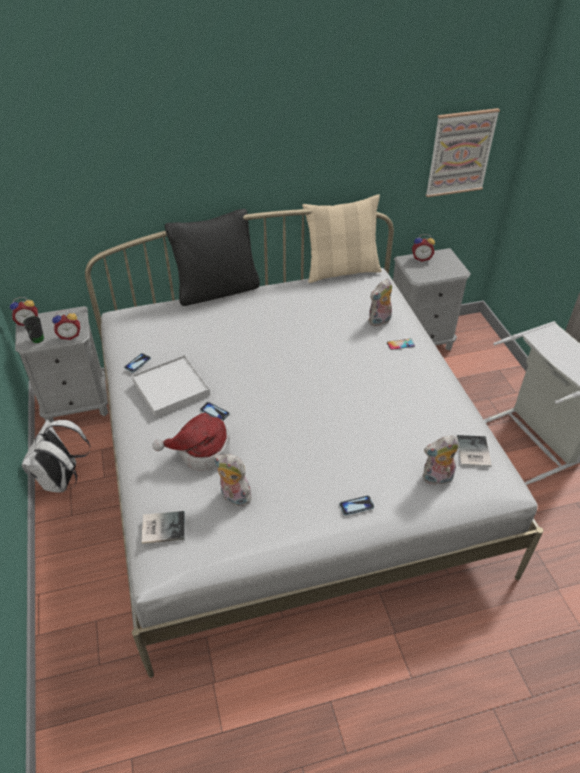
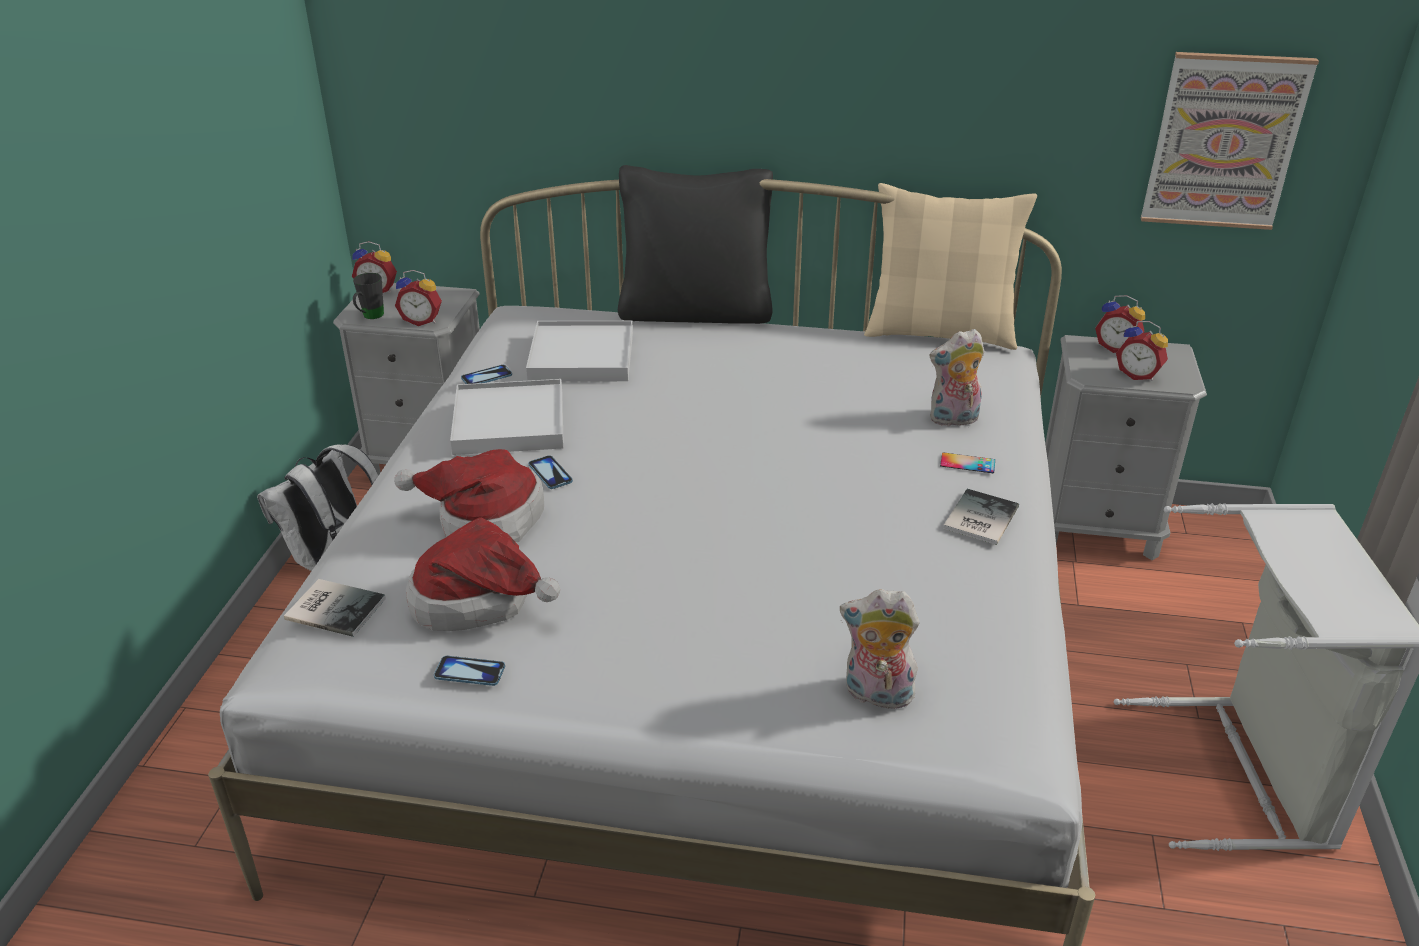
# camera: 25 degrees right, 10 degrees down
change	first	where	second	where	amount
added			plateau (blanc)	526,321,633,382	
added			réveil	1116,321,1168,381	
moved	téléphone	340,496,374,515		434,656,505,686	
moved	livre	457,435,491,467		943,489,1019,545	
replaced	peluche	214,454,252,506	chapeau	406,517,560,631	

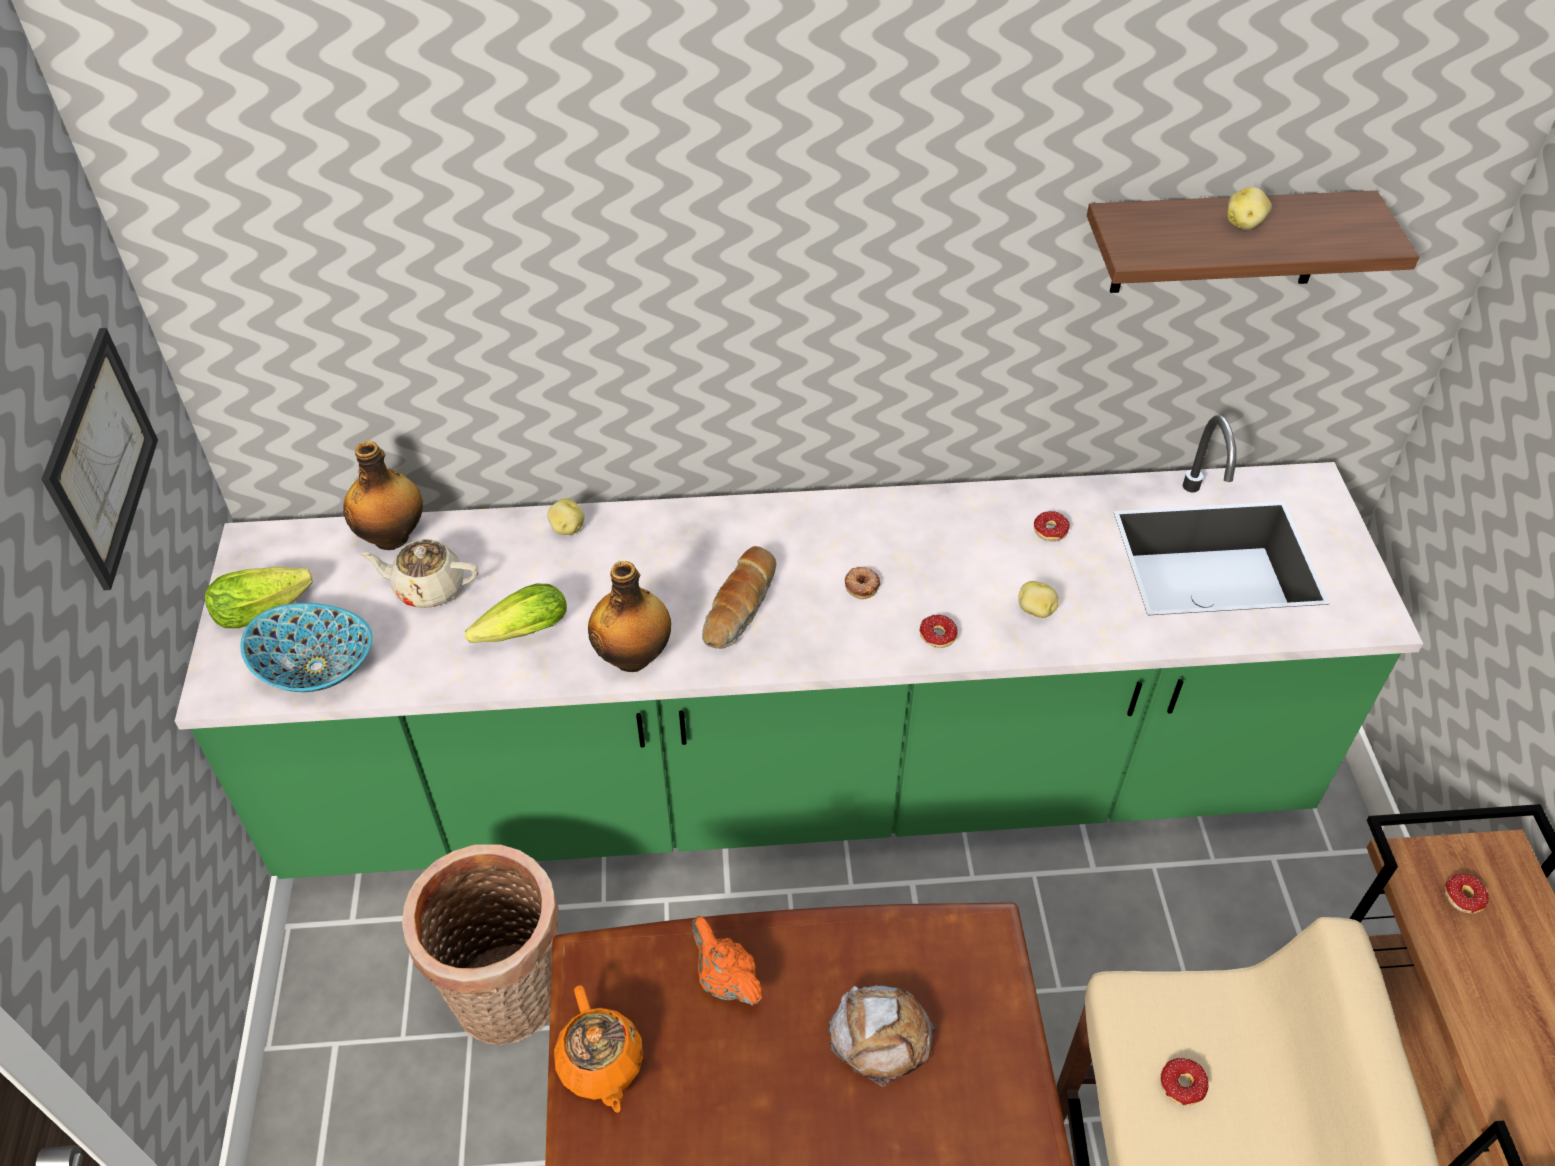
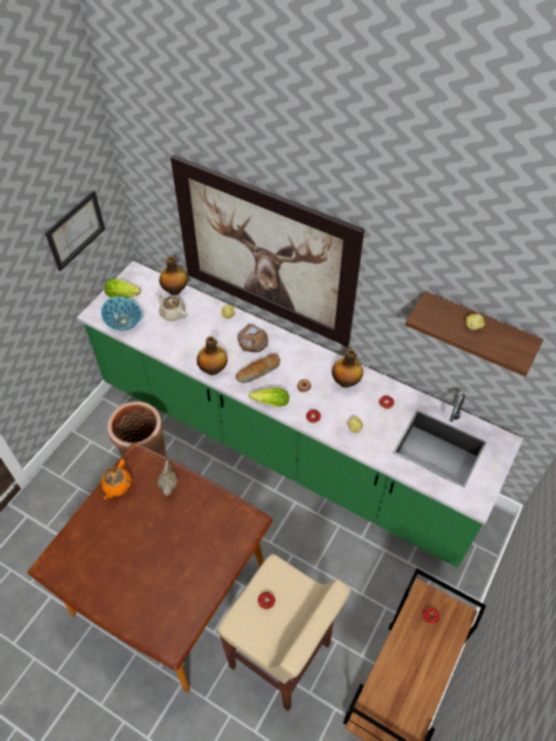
# camera: 35 degrees right, 5 degrees up
change	first	where	second	where	amount
added			tableau	171,155,364,347	
added			bouteille	332,349,363,388	
moved	laitue	465,583,567,643		249,388,289,407	
moved	pain	828,985,936,1087		237,324,268,352	
recoloured	théière (orange)	692,916,762,1006	théière (beige)	157,460,177,496	

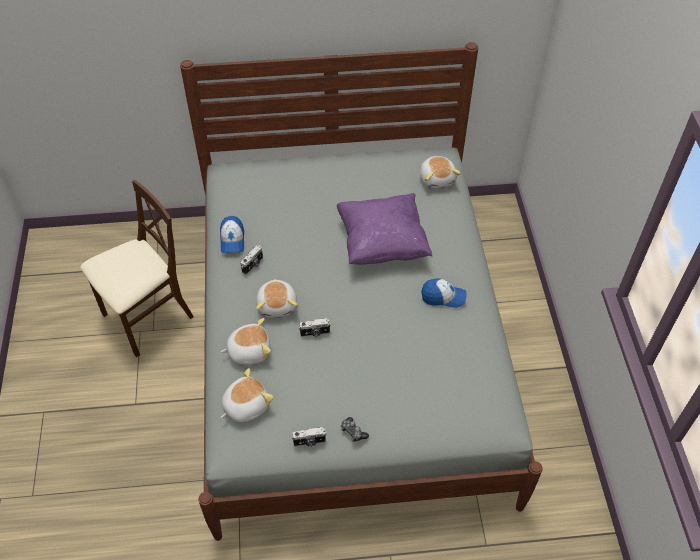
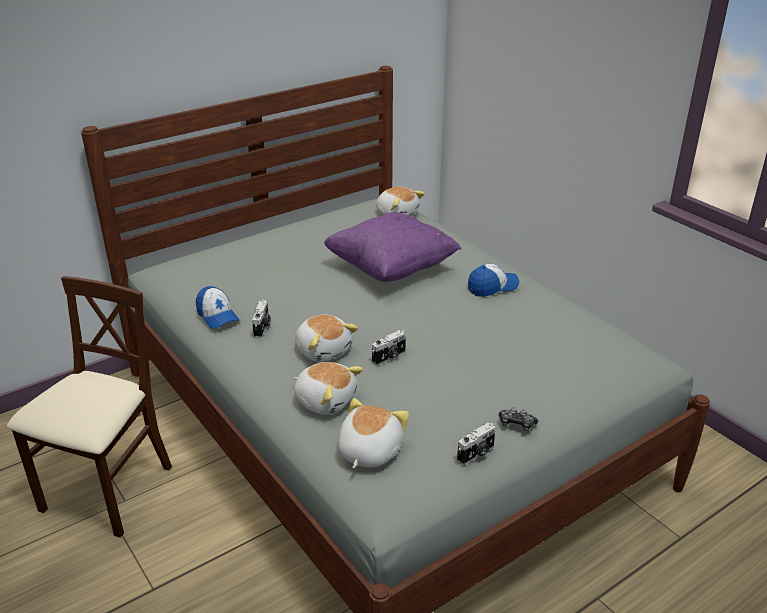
# camera: 30 degrees left, 20 degrees down
change	first	where	second	where	amount
turned	peluche	221,318,271,365		294,362,363,415	75 degrees clockwise

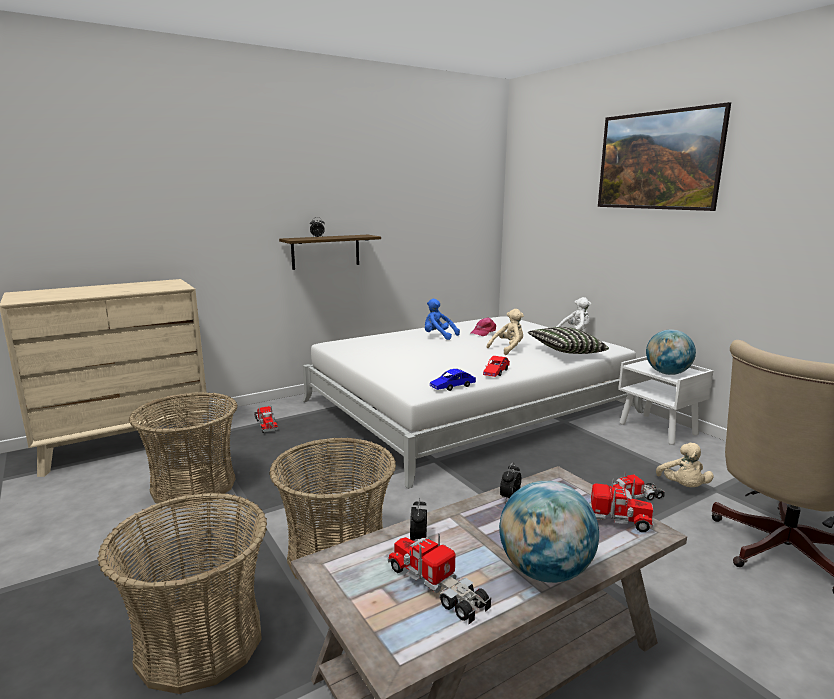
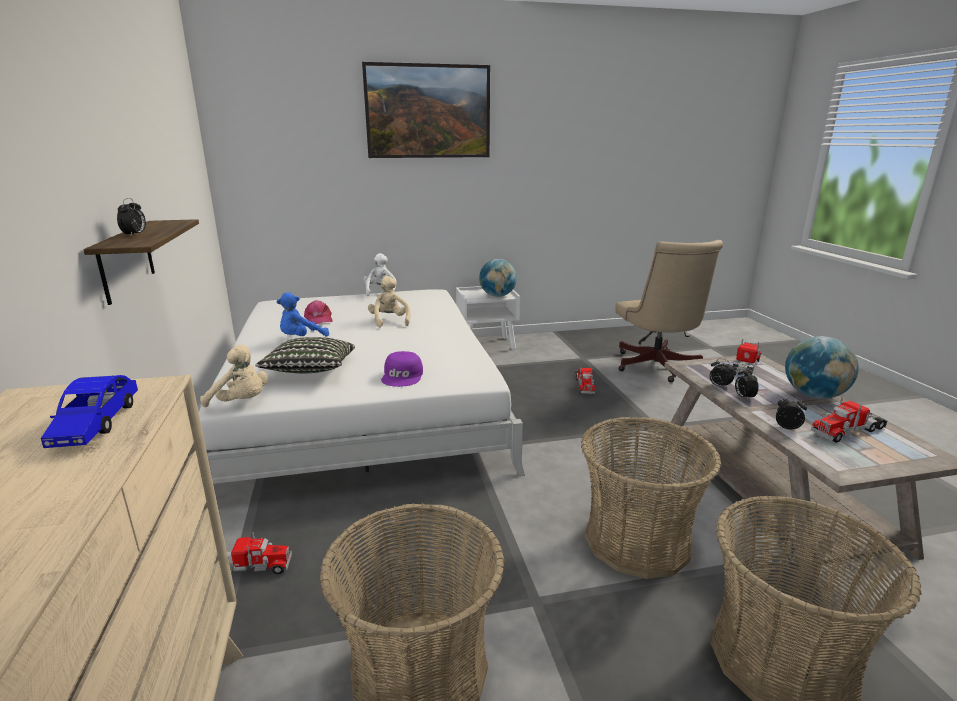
# camera: 70 degrees left, 5 degrees up
change	first	where	second	where	amount
removed	petite voiture (rouge)	483,356,510,377			
added			casquette (violet)	381,351,423,387	
added			réveil	735,368,759,399	
moved	petite voiture (bleu)	430,369,476,391		41,375,138,448	
moved	coussin	528,327,609,354		255,337,355,373	
moved	peluche (beige)	656,443,714,487		200,345,268,407	

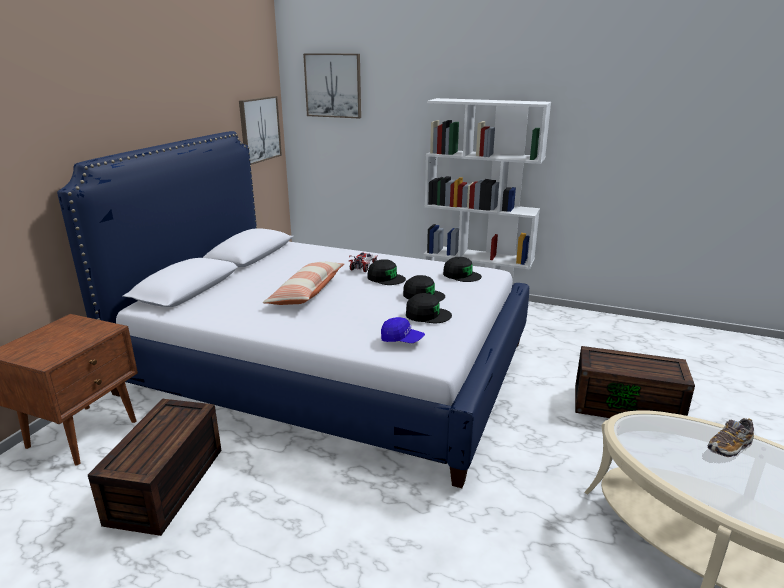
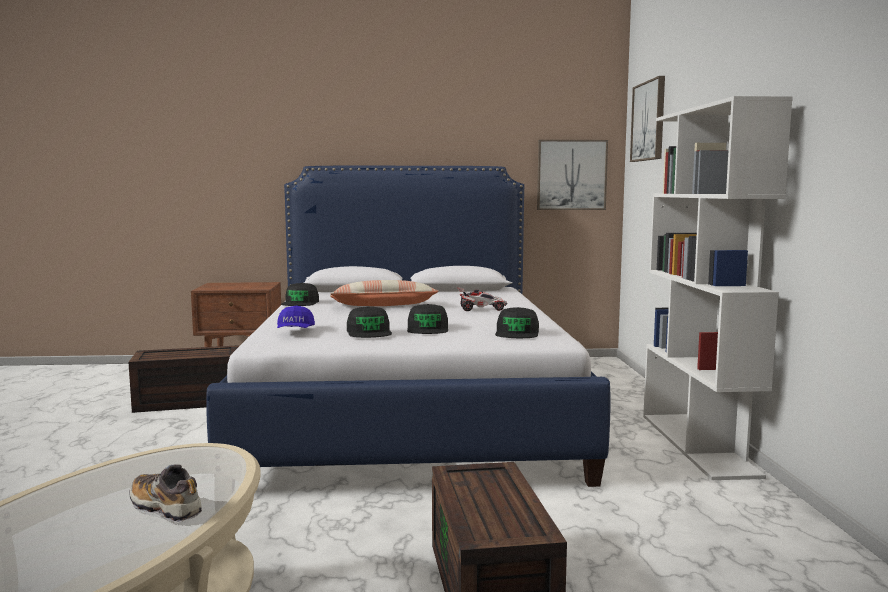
# camera: 65 degrees right, 15 degrees down
change	first	where	second	where	amount
moved	casquette (noir)	367,259,406,285		281,283,319,306	

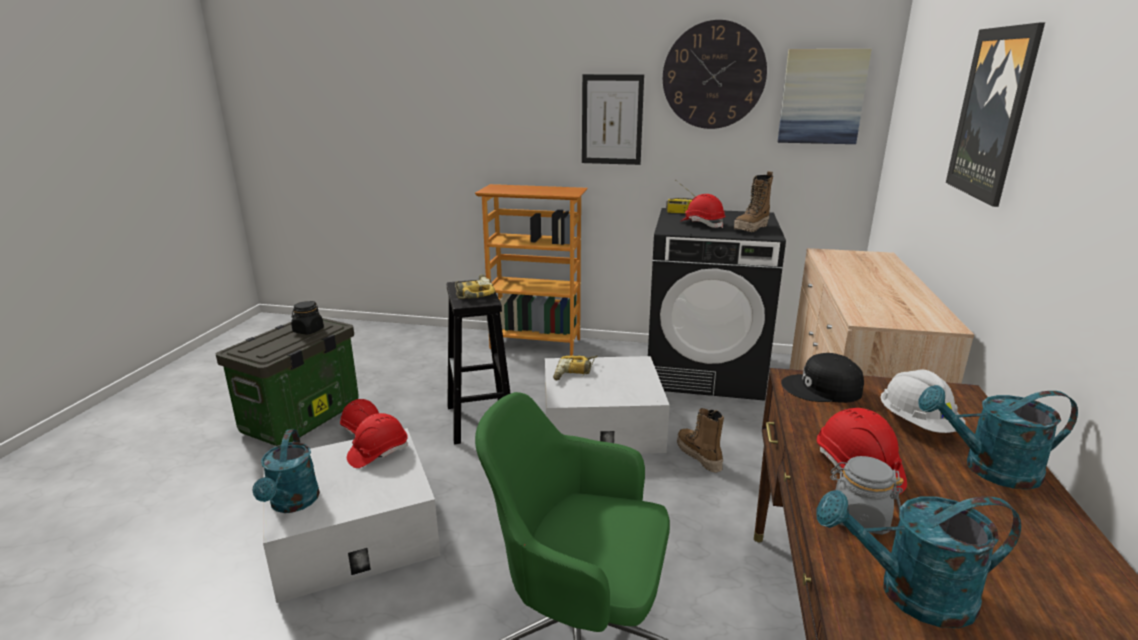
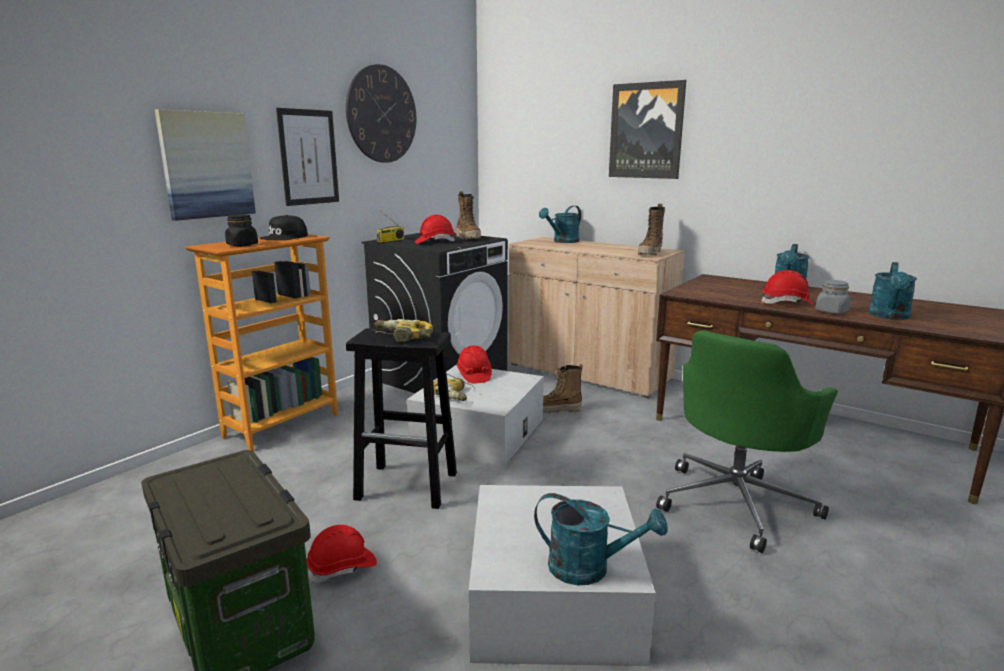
# camera: 65 degrees left, 5 degrees down
change	first	where	second	where	amount
removed	casque de chantier (blanc)	880,369,966,433			
added			arrosoir (turquoise)	539,206,581,243	
added			botte	638,204,665,256	
moved	bocal (noir)	291,301,324,335		225,214,258,246	
moved	casque de chantier (rouge)	347,413,408,468		456,346,492,383	
moved	tableau	778,49,872,144		155,109,256,221	
moved	casquette (noir)	781,353,864,403		259,215,308,240	

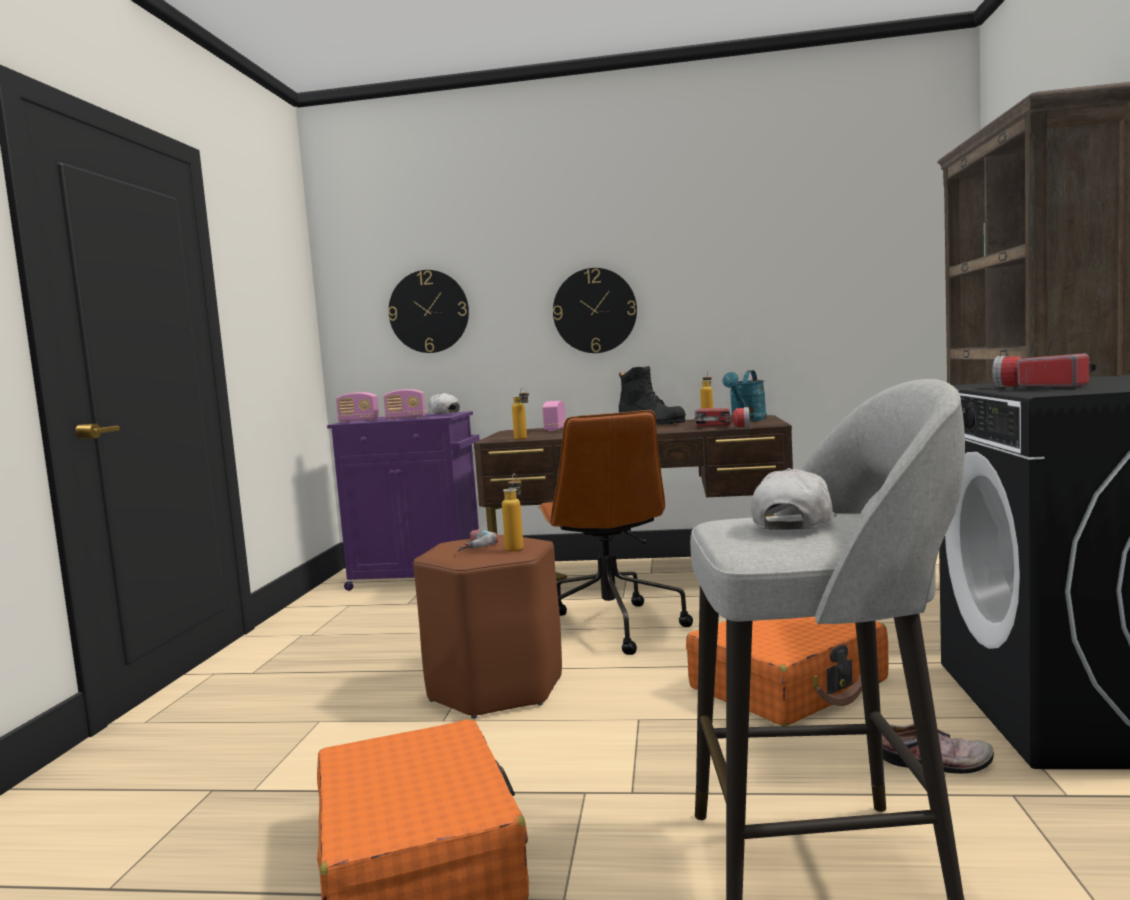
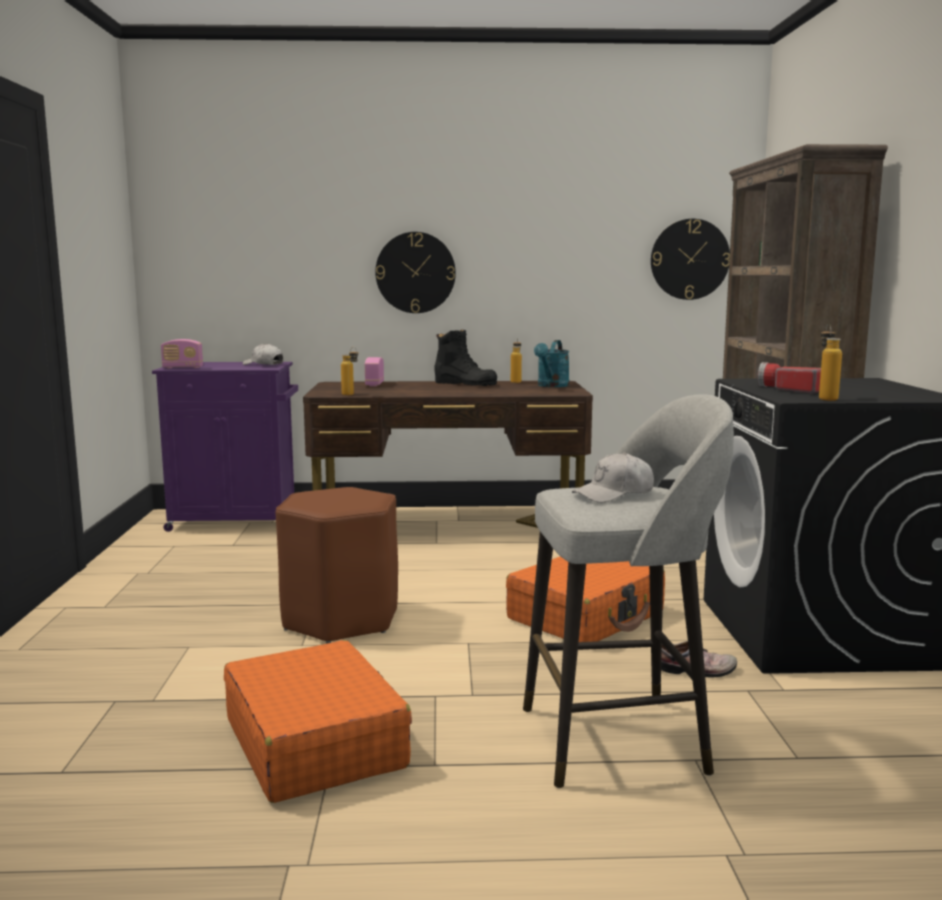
# camera: 10 degrees left, 5 degrees up
change	first	where	second	where	amount
removed	radio	383,389,426,420			
removed	perceuse	457,529,498,552			
removed	chaise de bureau (marron)	538,410,693,655			
removed	lampe de poche	694,407,750,428			
moved	horloge murale	388,270,469,353		651,219,730,300	
moved	bouteille	502,473,524,552		819,324,842,401	
turned	casquette (blanc)	751,468,837,529		572,452,654,503	135 degrees counterclockwise

